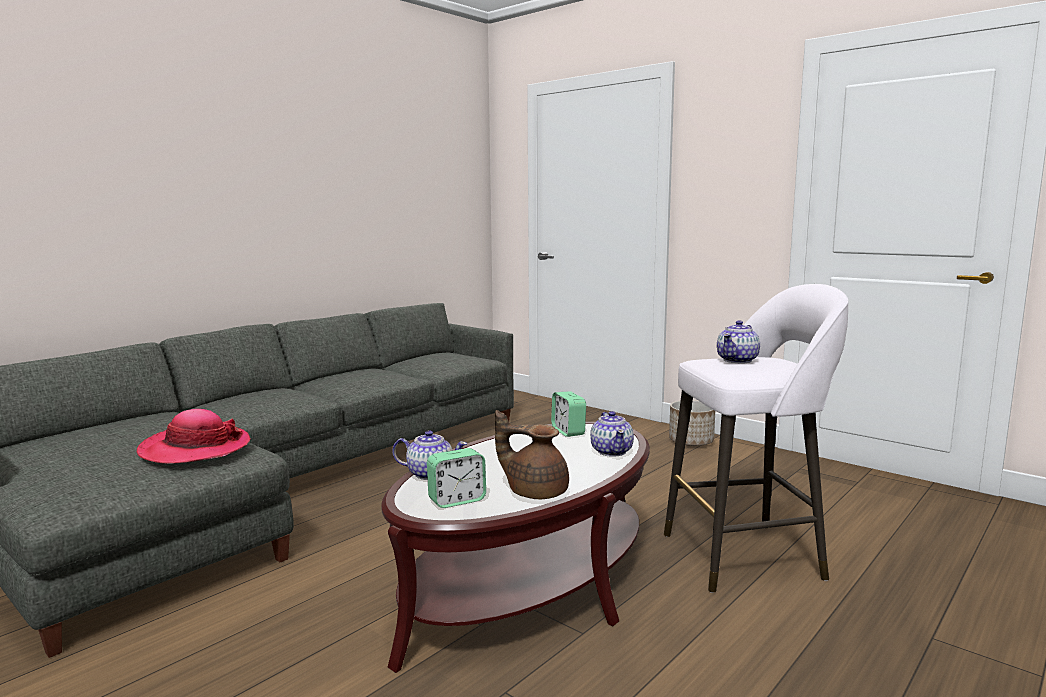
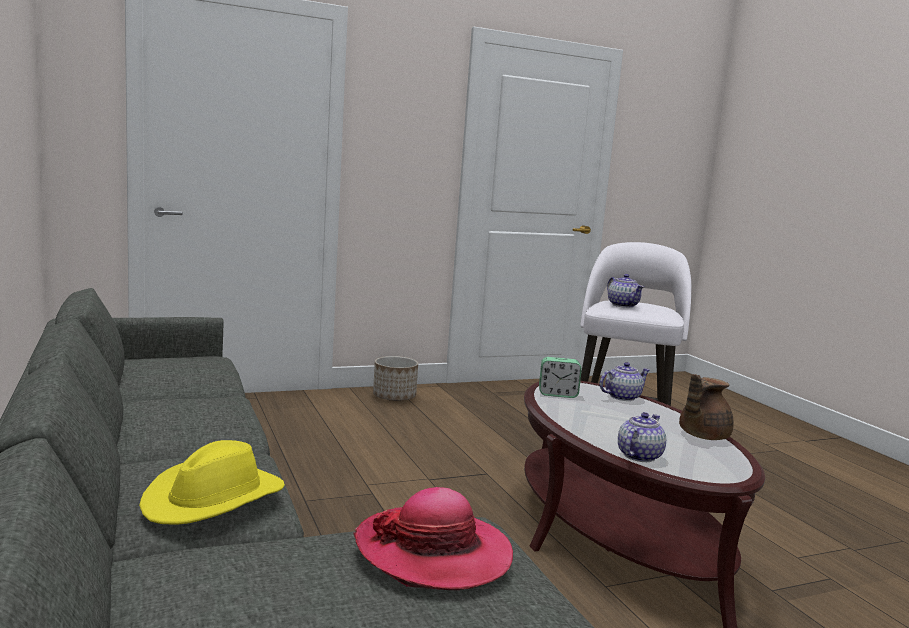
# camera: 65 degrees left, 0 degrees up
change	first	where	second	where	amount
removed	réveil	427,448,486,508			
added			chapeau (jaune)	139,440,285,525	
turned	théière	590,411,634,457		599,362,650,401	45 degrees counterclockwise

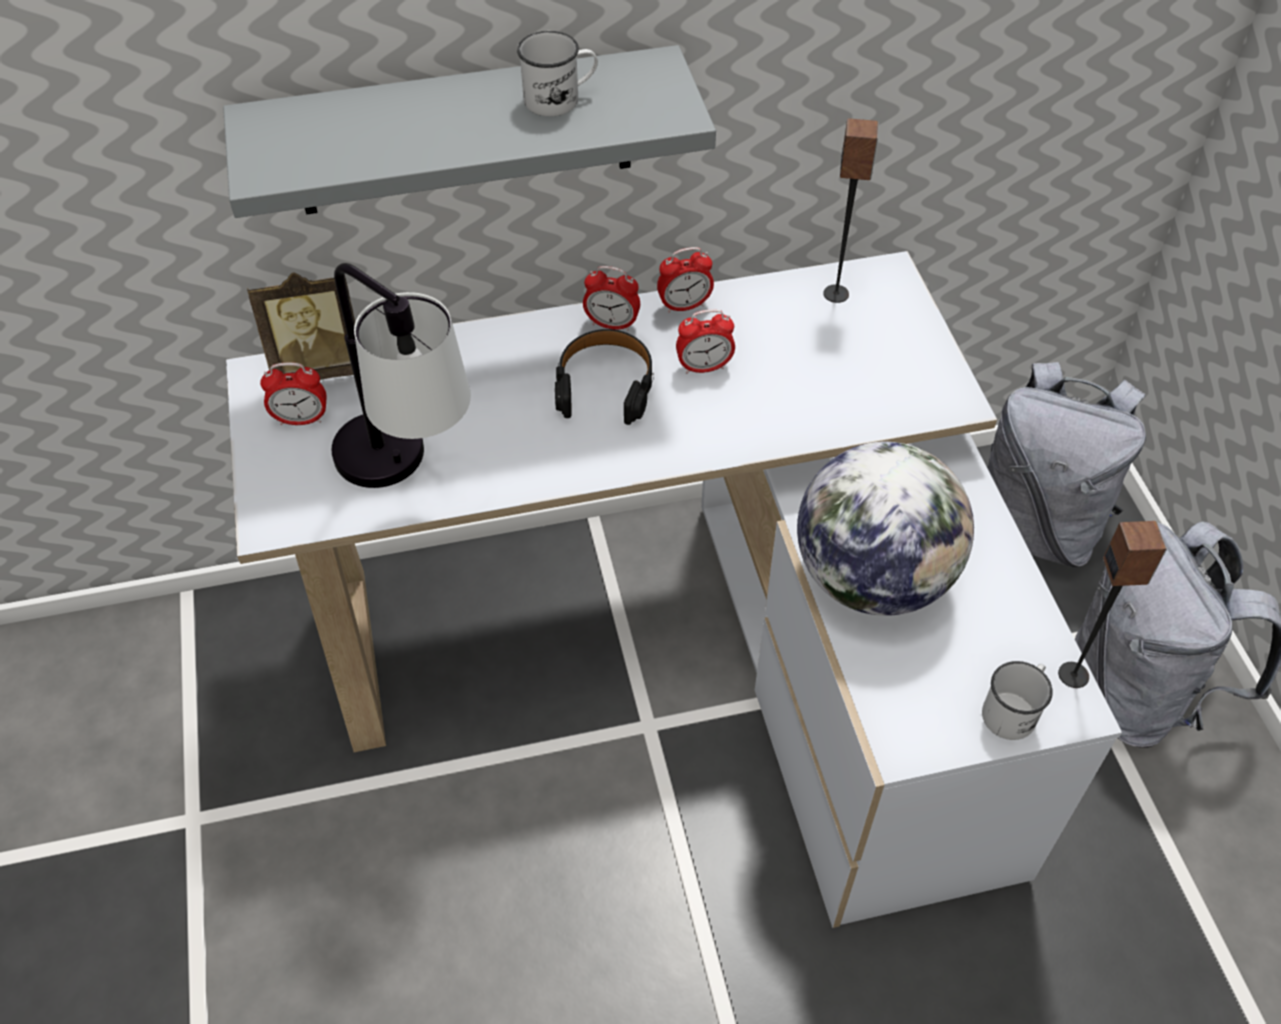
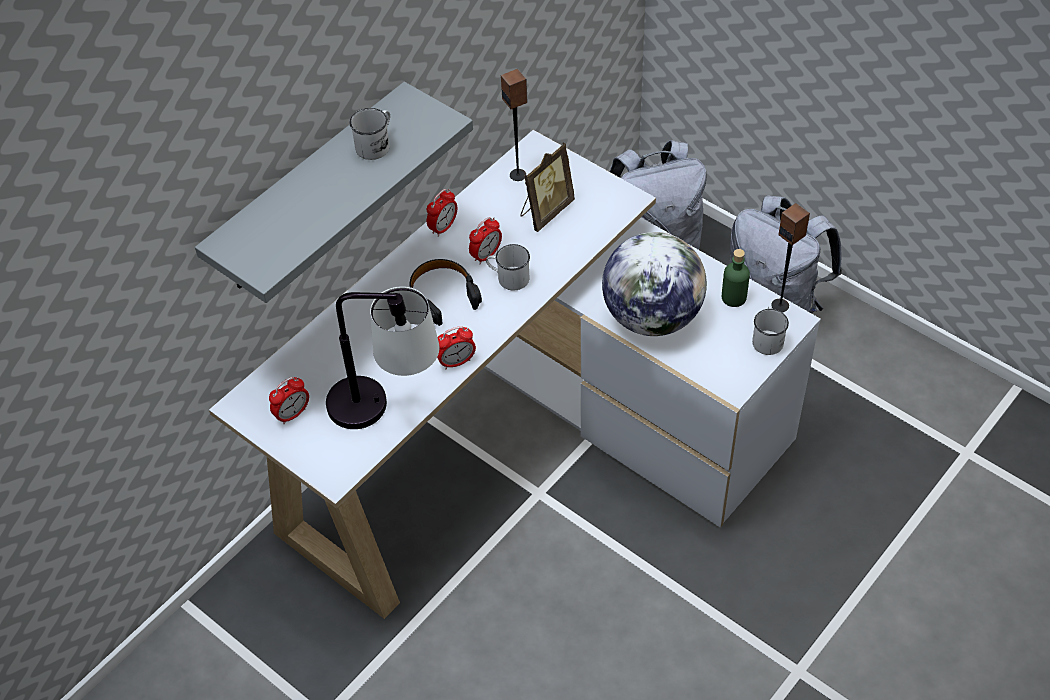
# camera: 35 degrees left, 0 degrees up
change	first	where	second	where	amount
added			mug (blanc)	486,244,530,291	
added			bouteille (vert)	722,249,750,307	
moved	cadre photo	247,272,355,380		521,143,575,232	
moved	réveil	583,266,640,331		437,326,476,369	

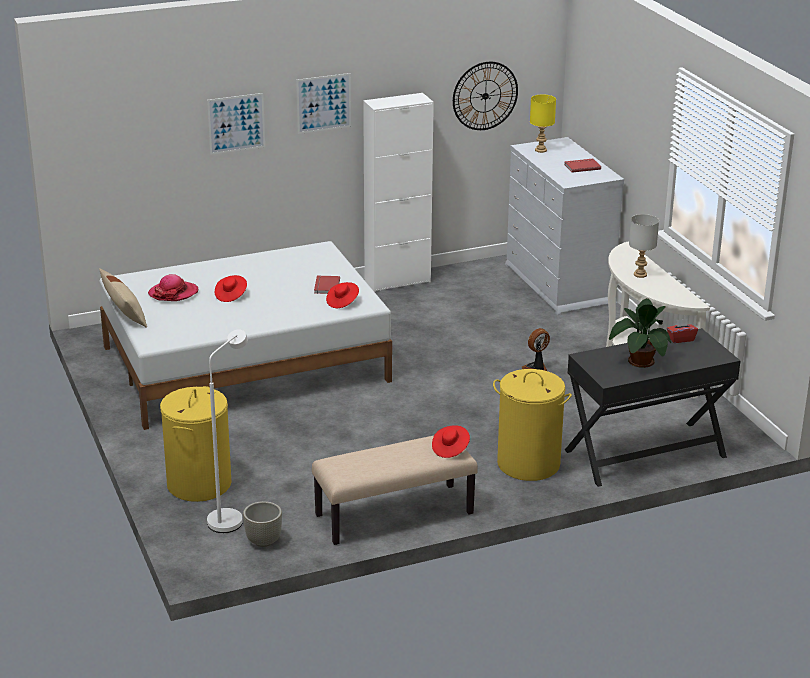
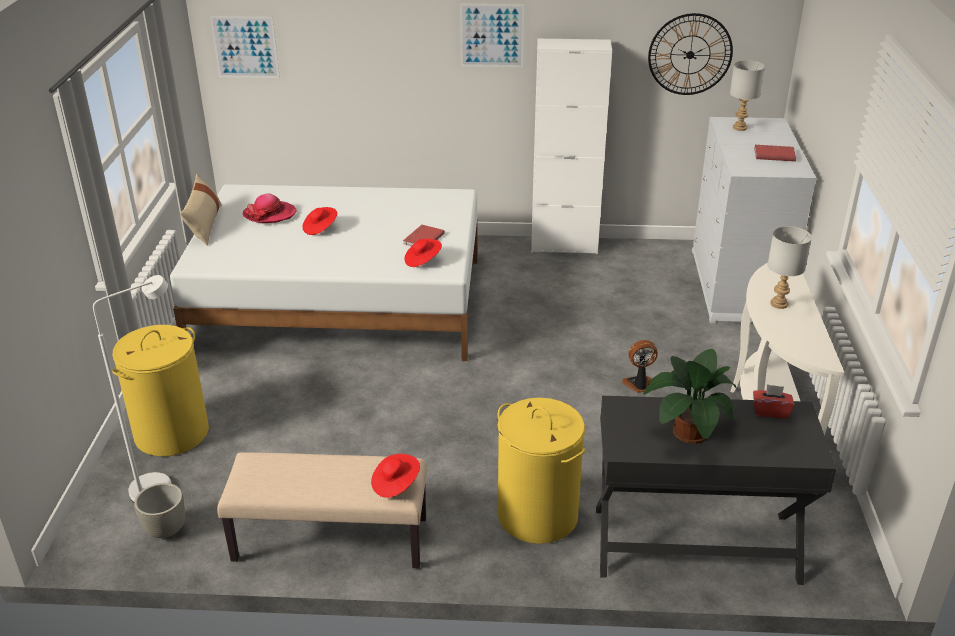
# camera: 25 degrees right, 5 degrees up
change	first	where	second	where	amount
moved	tableau	207,93,265,155		210,16,280,78	
recoloured	lampe de table (jaune)	530,94,556,153	lampe de table (gris)	730,60,765,131	

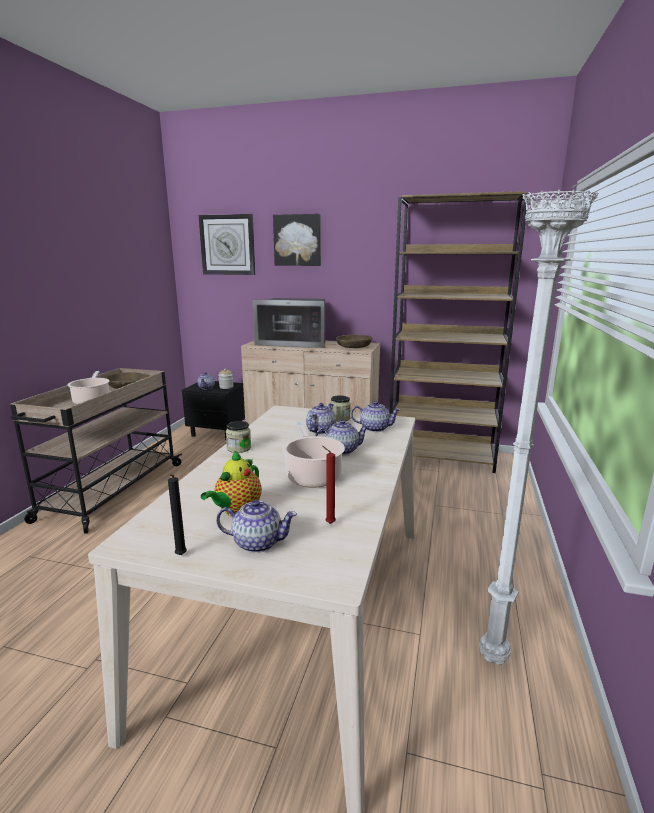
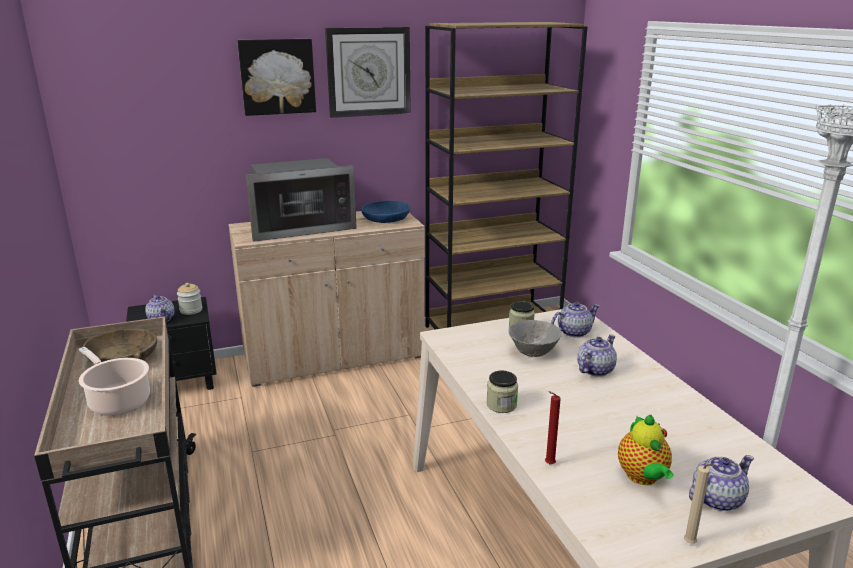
# camera: 35 degrees left, 5 degrees up
change	first	where	second	where	amount
removed	marmite	283,422,345,488			
moved	horloge murale	199,214,255,275		325,27,411,118	
moved	bougie (rouge)	322,446,336,524		545,391,561,464	
replaced	théière	306,403,336,434	bol (gris)	509,320,562,357	
recoloured	bougie (noir)	168,474,187,555	bougie (beige)	684,464,717,544	
recoloured	bol (marron)	336,335,372,348	bol (bleu)	361,201,410,223	

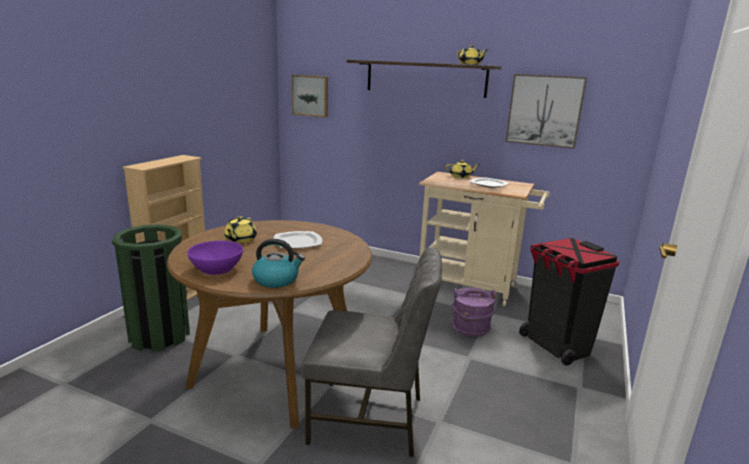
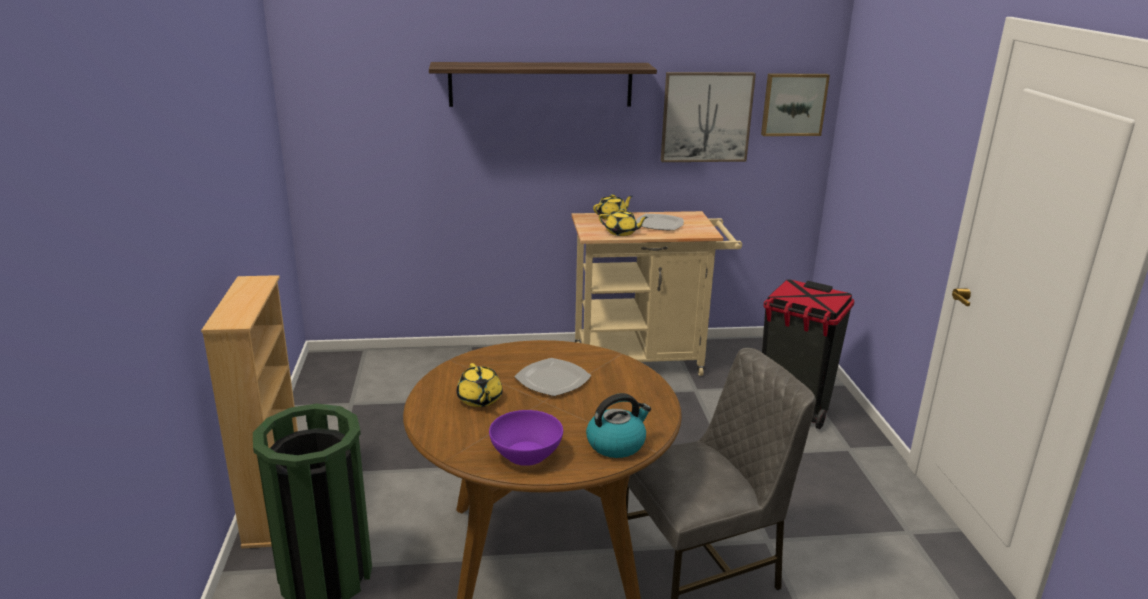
# camera: 30 degrees left, 5 degrees up
change	first	where	second	where	amount
removed	seau (violet)	452,288,496,337			
moved	tableau	292,75,328,117		761,74,830,136	
moved	théière (jaune)	457,45,487,65		599,209,648,236	

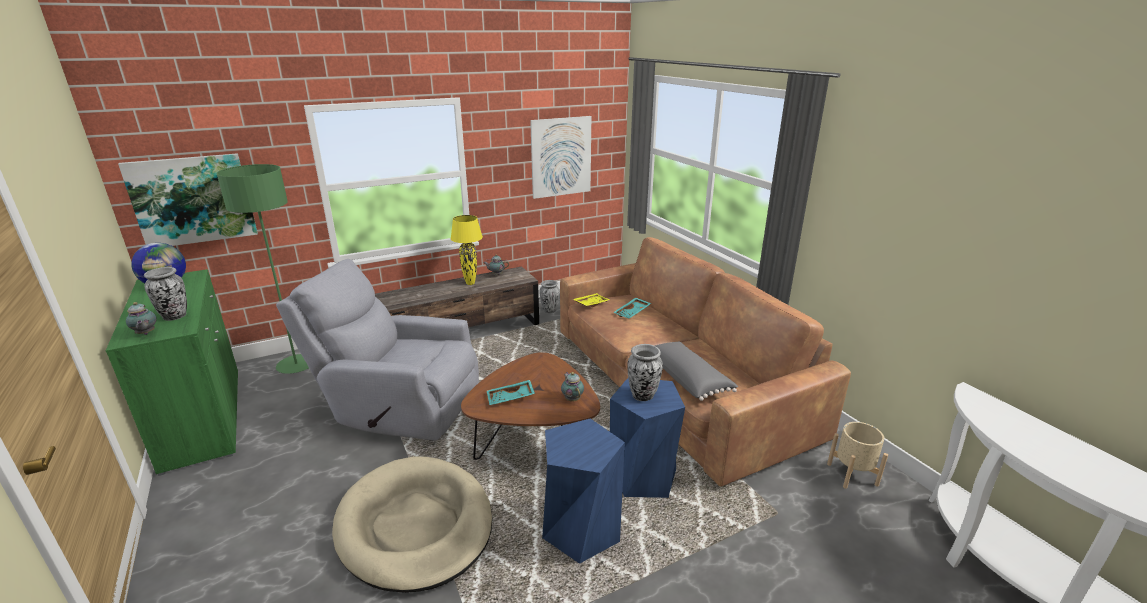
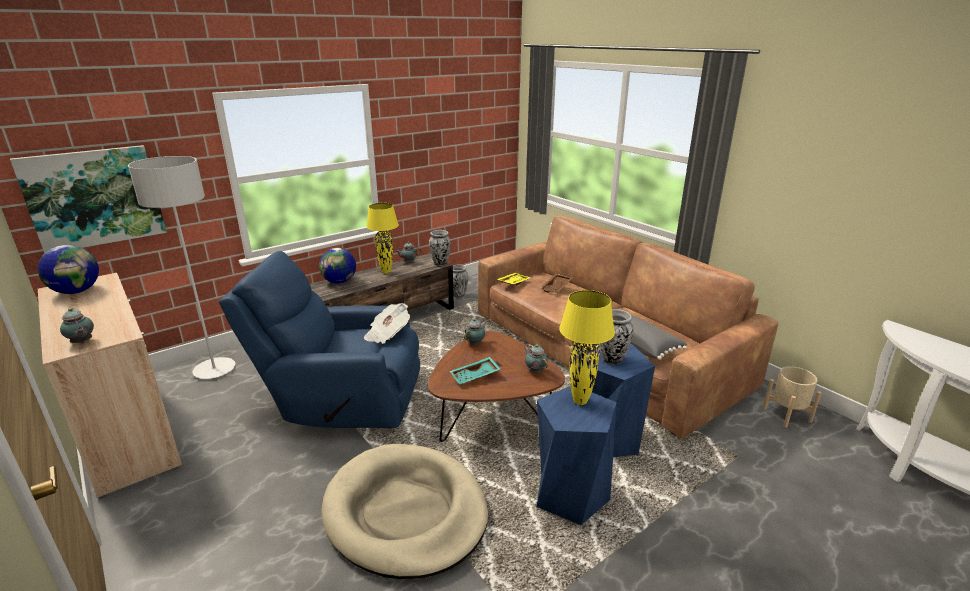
# camera: 10 degrees left, 0 degrees up
change	first	where	second	where	amount
removed	tableau	530,116,591,199			
added			globe	319,248,356,284	
added			journal	364,303,410,344	
added			théière	464,318,486,345	
added			lampe de table (jaune)	559,290,615,405	
moved	vase	144,267,187,321		429,230,451,266	
recoloured	meuble de rangement (vert)	106,269,238,476	meuble de rangement (beige)	38,273,182,499	
recoloured	lampadaire (vert)	216,164,309,374	lampadaire (gris)	128,156,235,379	
recoloured	fauteuil (gris)	276,259,479,440	fauteuil (bleu)	219,251,420,428	
recoloured	plateau (turquoise)	613,298,652,318	plateau (marron)	539,274,573,293	

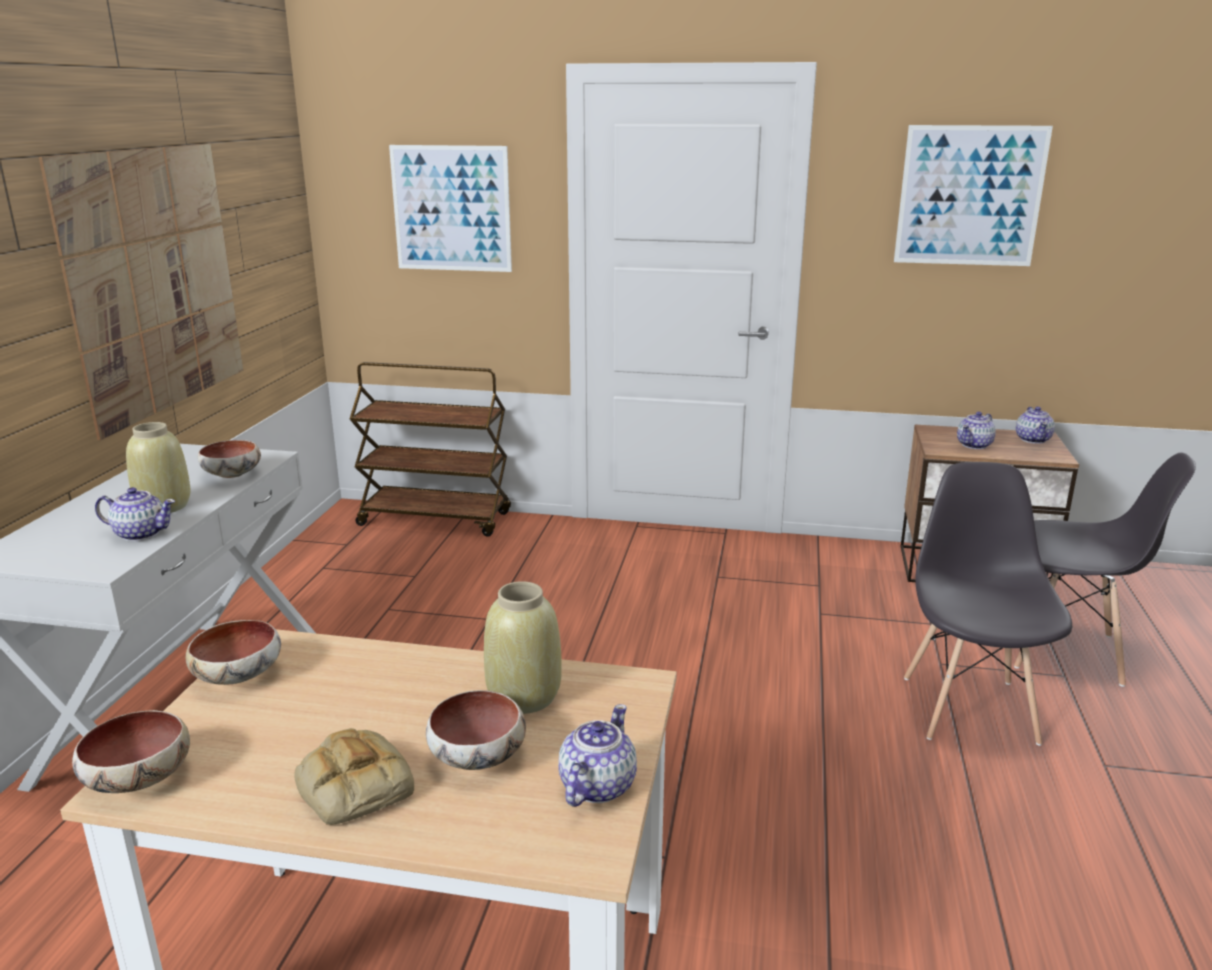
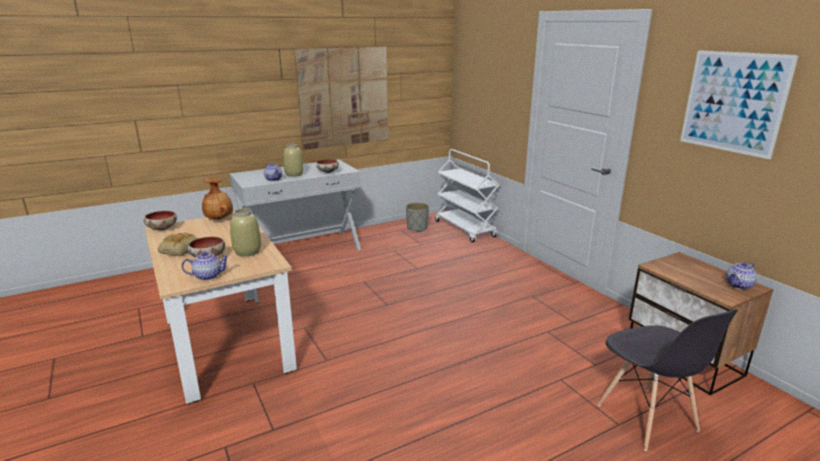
# camera: 50 degrees right, 0 degrees up
change	first	where	second	where	amount
removed	tableau	389,145,512,272			
removed	chaise (gris)	904,462,1072,746			
removed	théière	957,412,996,449			
added			cache-pot (gris)	406,203,429,232	
replaced	bol	186,620,281,685	vase (marron)	202,178,233,220	
recoloured	chariot (marron)	350,362,511,537	chariot (blanc)	435,149,500,242	

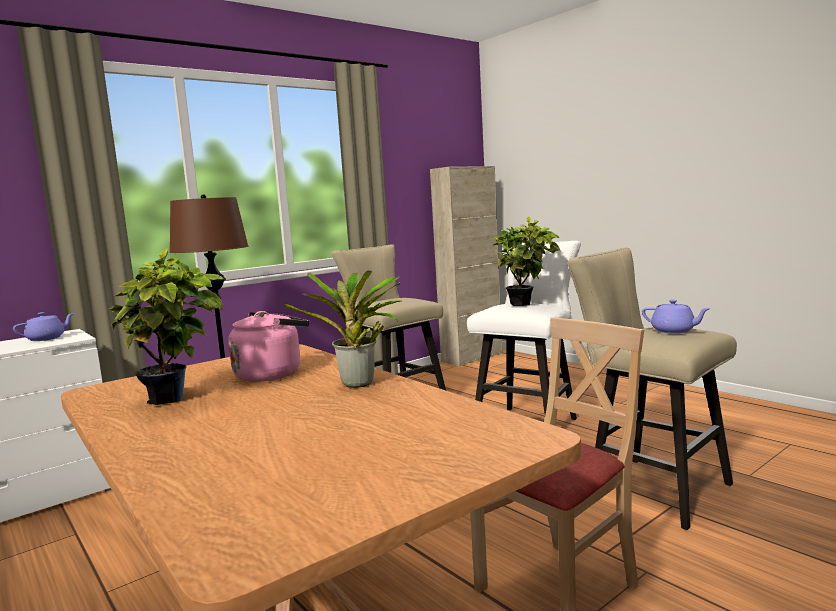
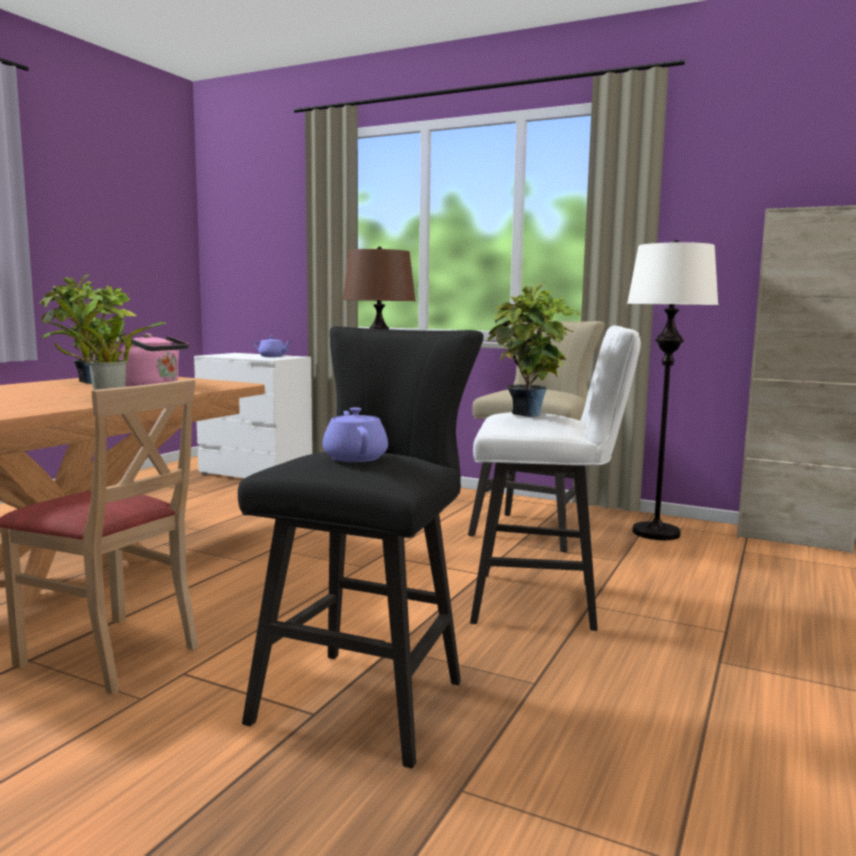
# camera: 65 degrees right, 0 degrees up
change	first	where	second	where	amount
added			lampadaire (blanc)	627,240,719,540	
recoloured	tabouret (beige)	567,247,737,530	tabouret (noir)	238,326,484,769	
turned	théière (violet)	642,299,711,334		323,407,388,462	150 degrees clockwise

